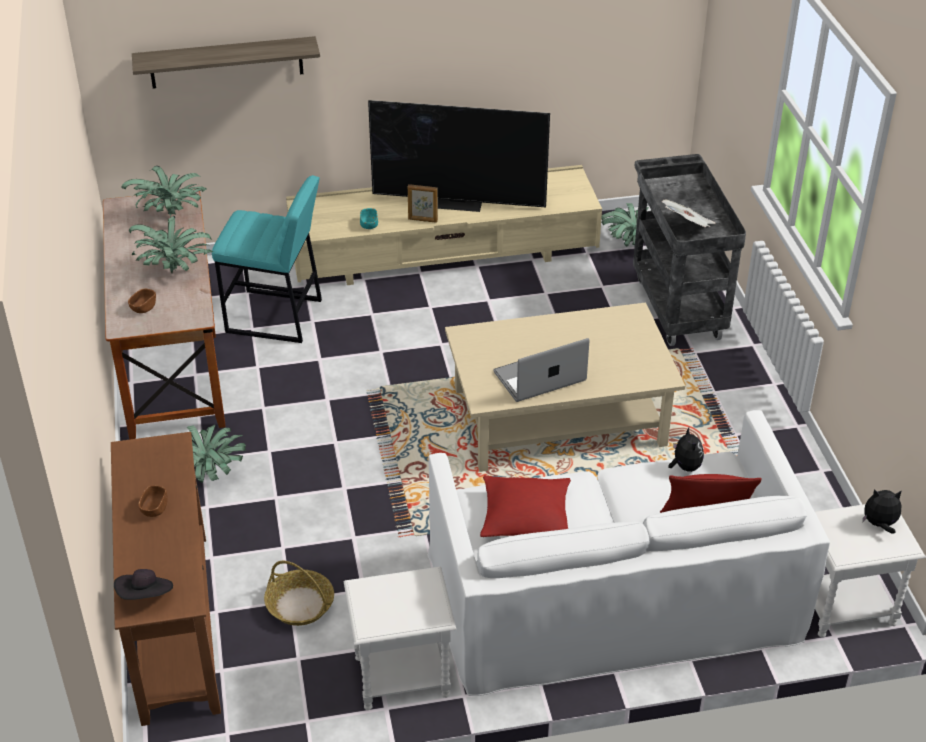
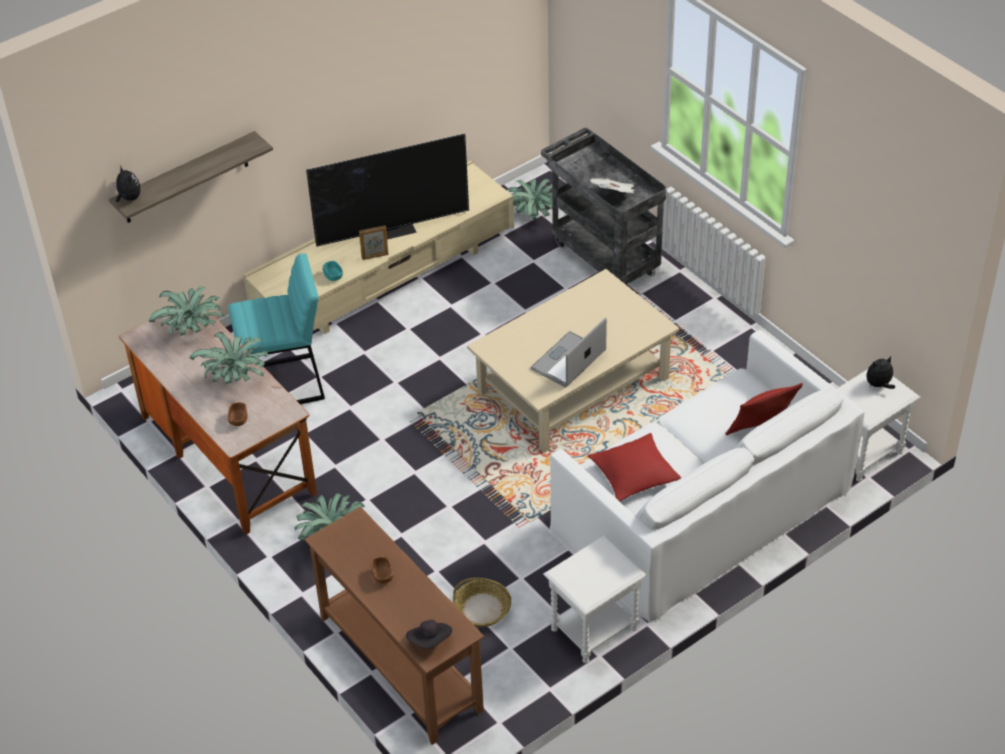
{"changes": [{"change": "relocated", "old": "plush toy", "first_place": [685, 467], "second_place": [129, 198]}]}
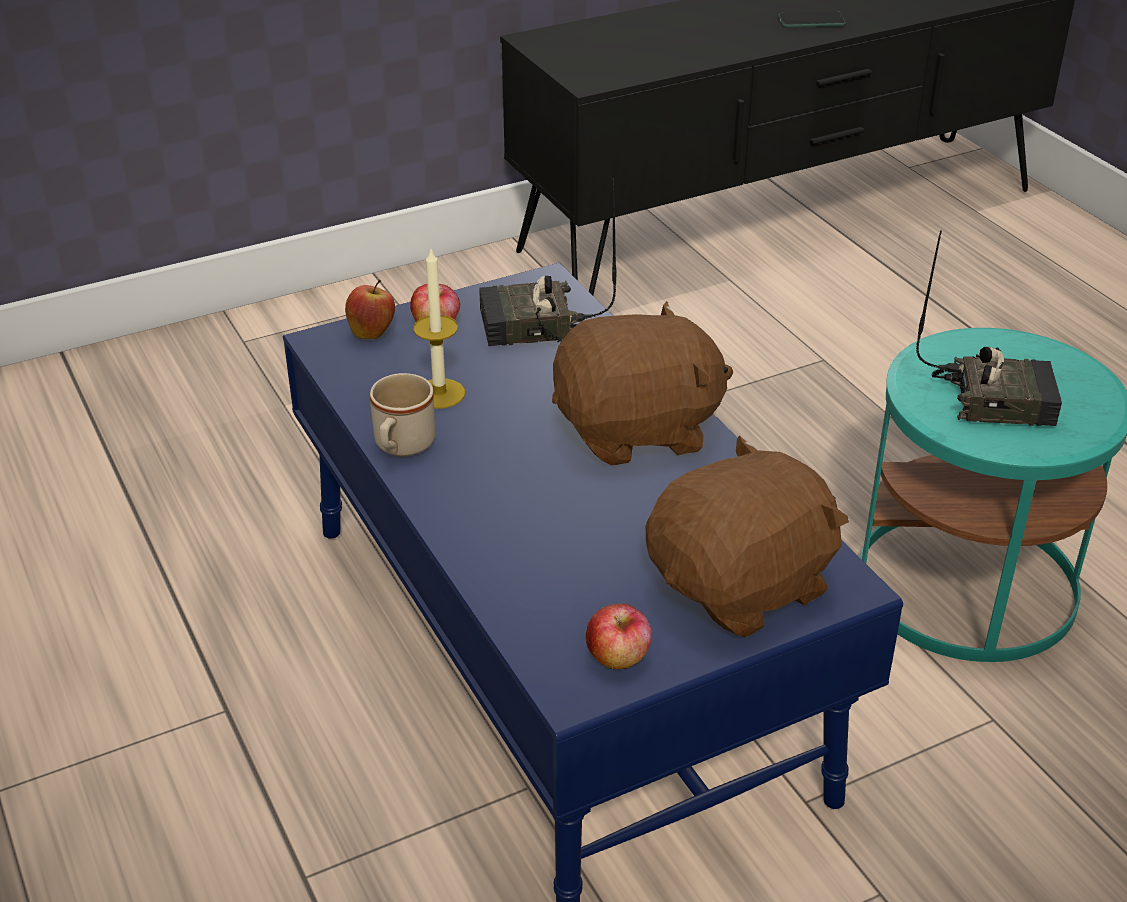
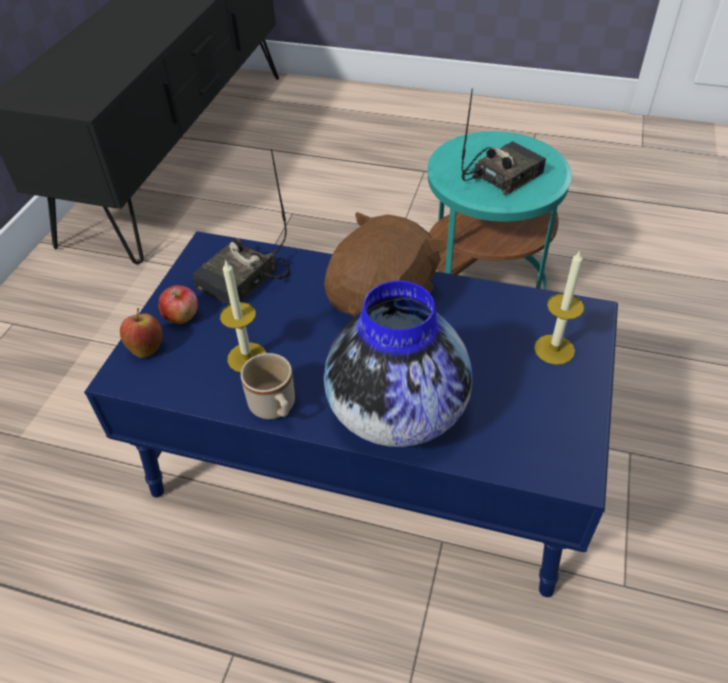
{"changes": [{"change": "missing", "old": "apple", "first_place": [618, 657]}, {"change": "exchanged", "old": "plush toy (brown)", "new": "candle", "first_place": [742, 587], "second_place": [554, 349]}, {"change": "missing", "old": "phone", "first_place": [811, 21]}, {"change": "appeared", "new": "vase", "second_place": [397, 410]}]}
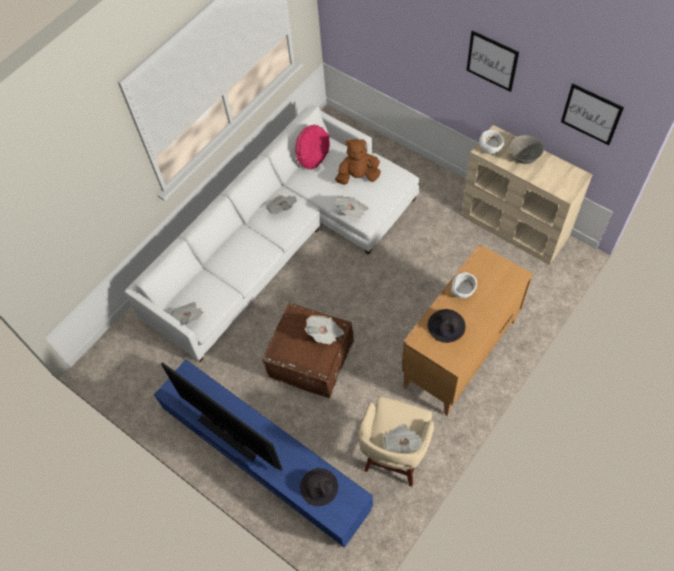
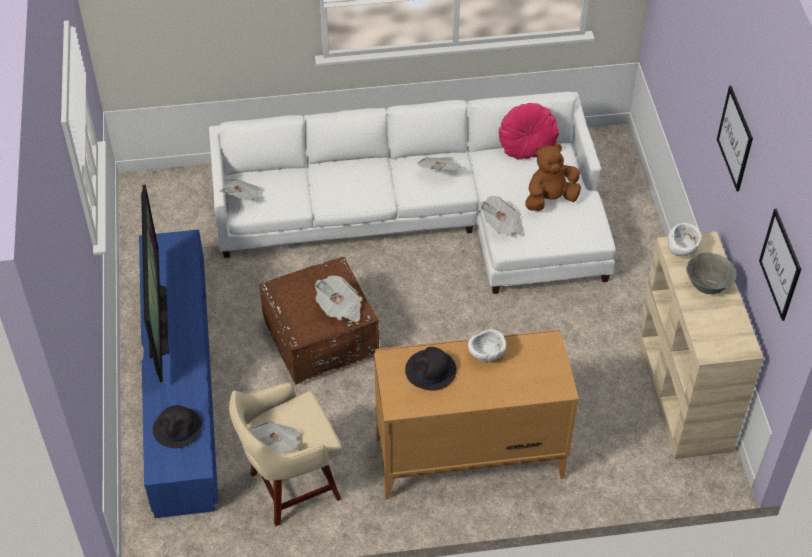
{"changes": [{"change": "spun", "old": "plush toy (brown)", "first_place": [358, 176], "second_place": [550, 199], "degrees": -60}]}
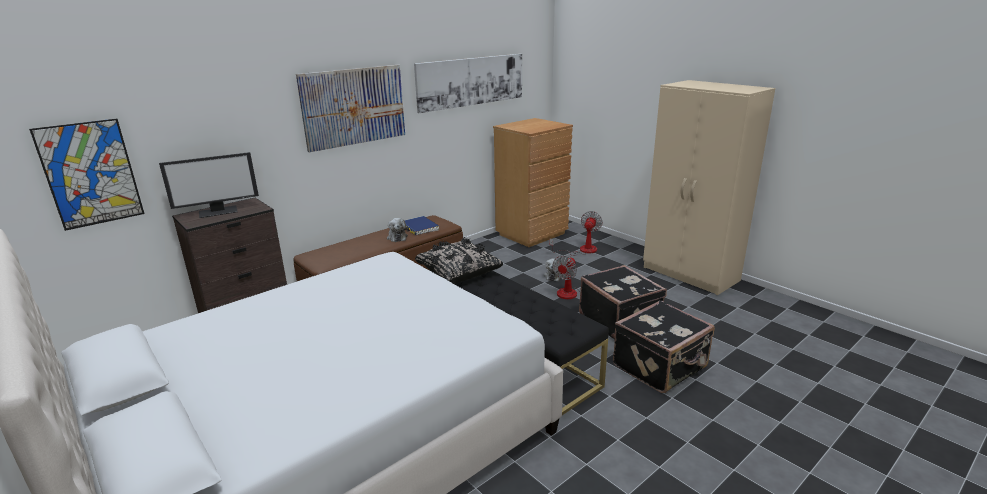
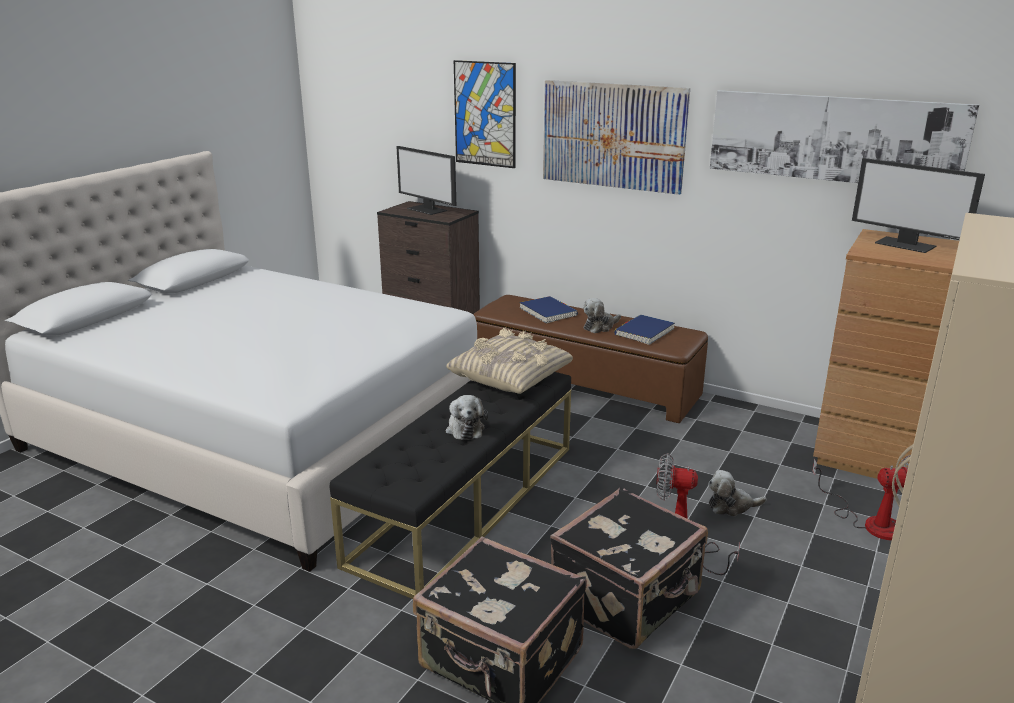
{"changes": [{"change": "relocated", "old": "picture", "first_place": [90, 174], "second_place": [485, 114]}, {"change": "colour", "old": "pillow (black)", "new": "pillow (beige)", "first_place": [459, 273], "second_place": [510, 380]}, {"change": "appeared", "new": "plush toy", "second_place": [464, 428]}, {"change": "appeared", "new": "book (blue)", "second_place": [548, 312]}, {"change": "appeared", "new": "monitor", "second_place": [906, 244]}]}
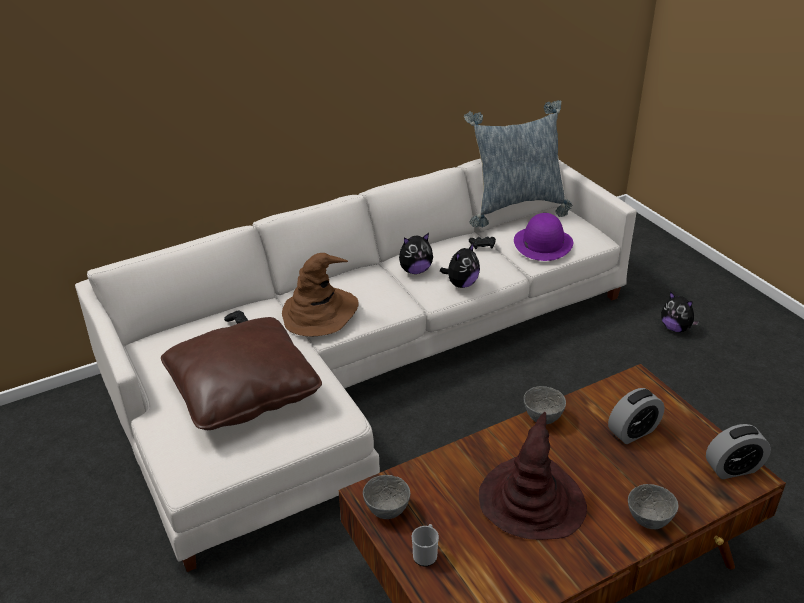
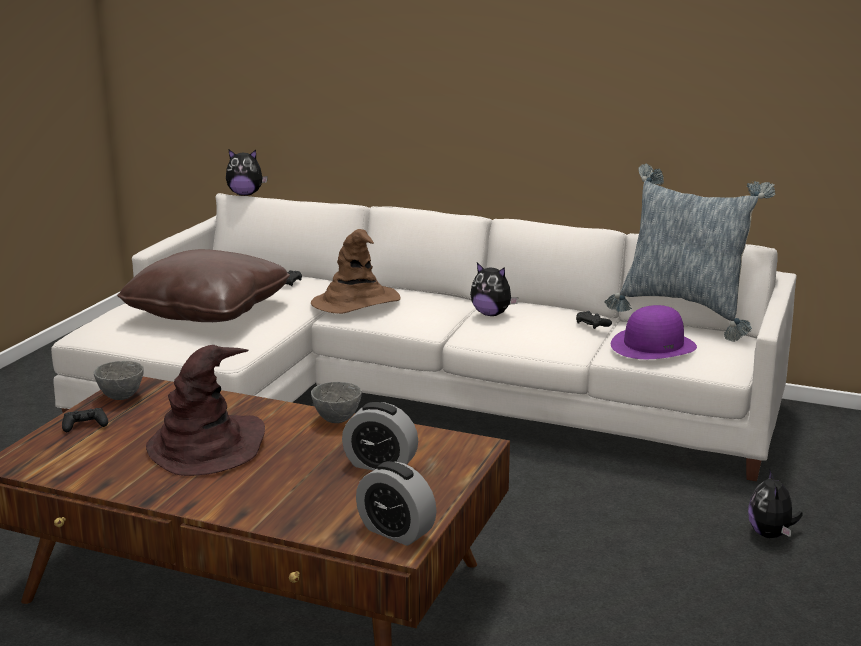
{"changes": [{"change": "exchanged", "old": "mug", "new": "game controller (black)", "first_place": [426, 554], "second_place": [85, 425]}, {"change": "relocated", "old": "plush toy", "first_place": [461, 284], "second_place": [245, 194]}, {"change": "missing", "old": "bowl (grey)", "first_place": [649, 521]}]}
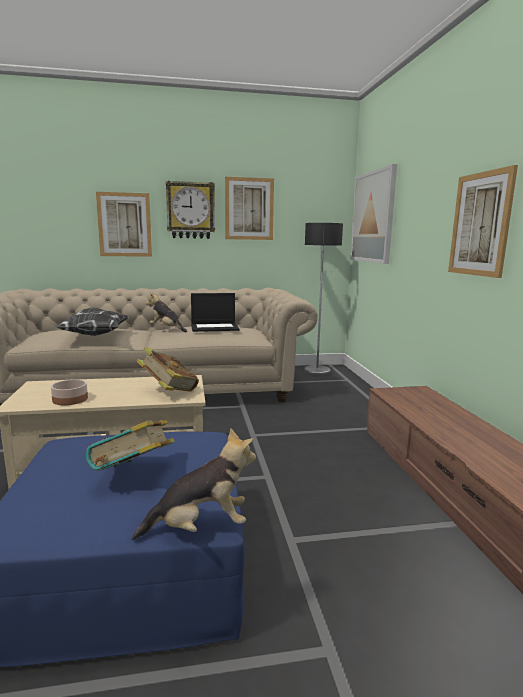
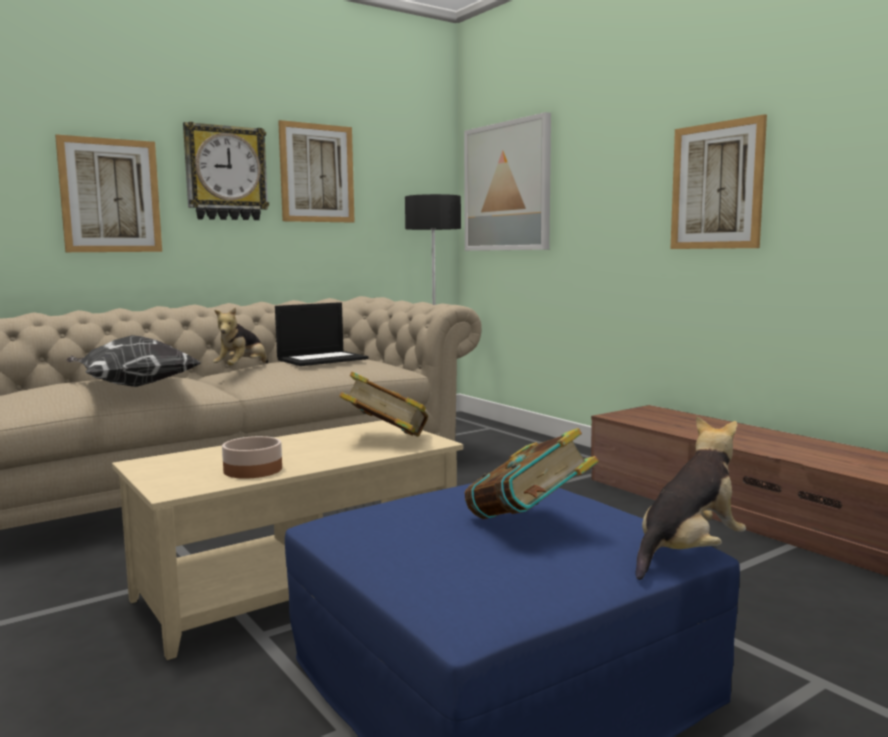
{"changes": [{"change": "spun", "old": "plush toy", "first_place": [166, 329], "second_place": [242, 369], "degrees": -75}]}
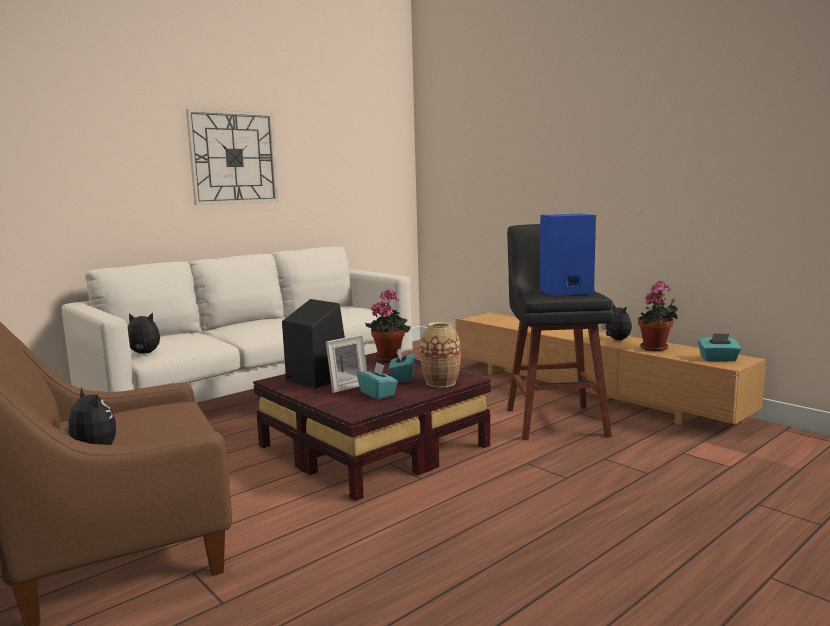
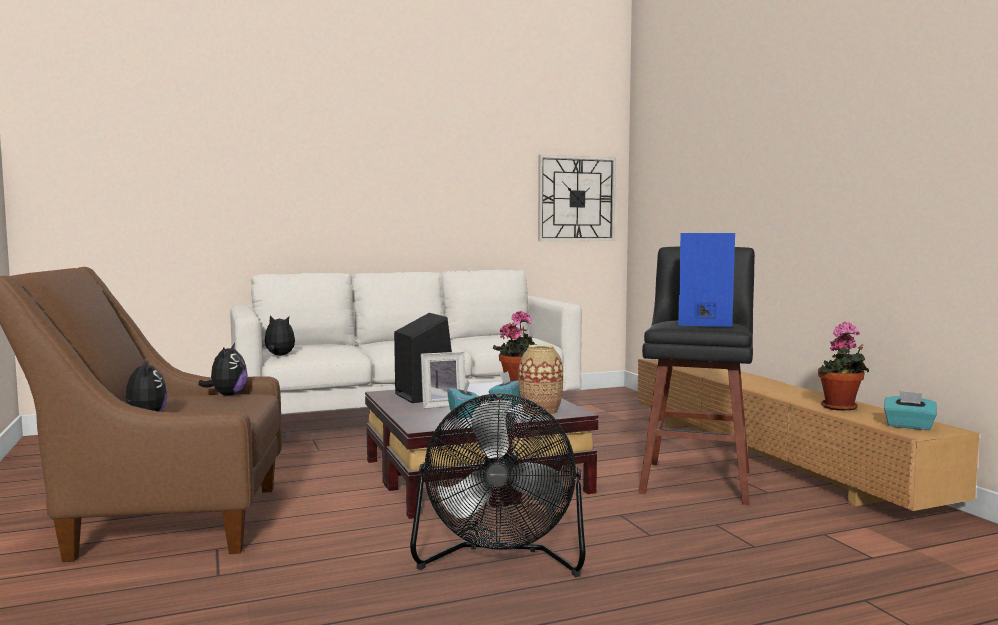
{"changes": [{"change": "relocated", "old": "wall clock", "first_place": [233, 158], "second_place": [576, 199]}, {"change": "relocated", "old": "plush toy", "first_place": [616, 340], "second_place": [227, 395]}, {"change": "appeared", "new": "fan (black)", "second_place": [495, 558]}]}
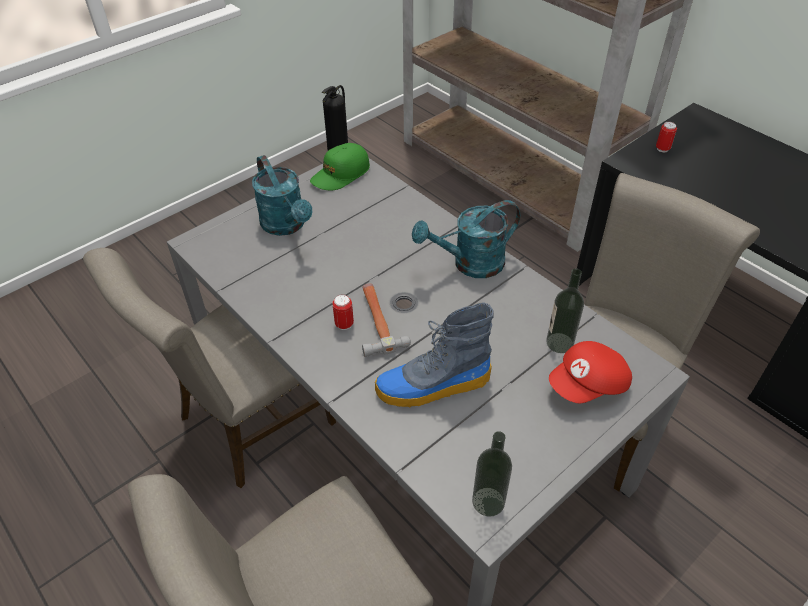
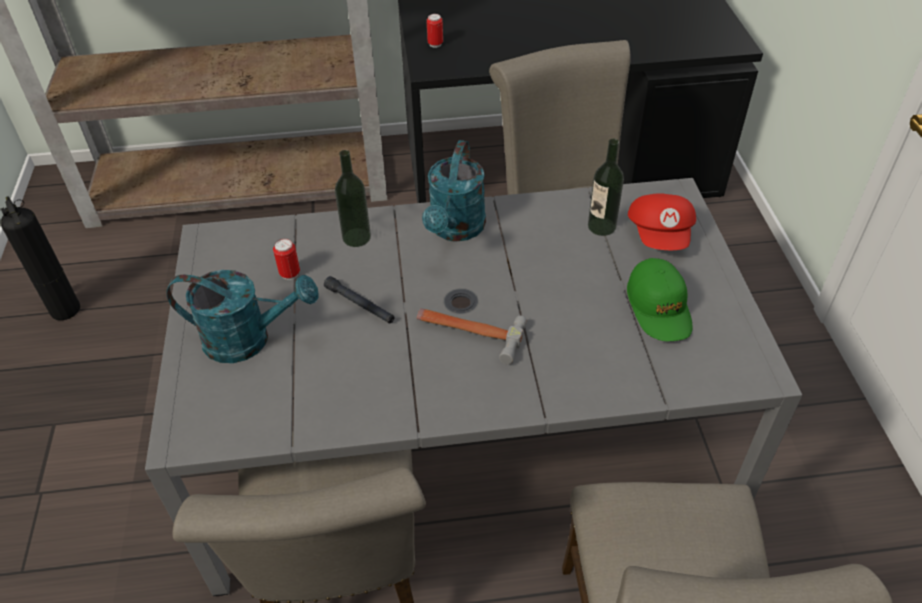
{"changes": [{"change": "relocated", "old": "cap (green)", "first_place": [340, 174], "second_place": [659, 307]}, {"change": "relocated", "old": "can", "first_place": [344, 324], "second_place": [290, 274]}, {"change": "missing", "old": "boot", "first_place": [432, 386]}, {"change": "relocated", "old": "bottle", "first_place": [488, 501], "second_place": [356, 237]}, {"change": "appeared", "new": "flashlight (black)", "second_place": [360, 304]}]}
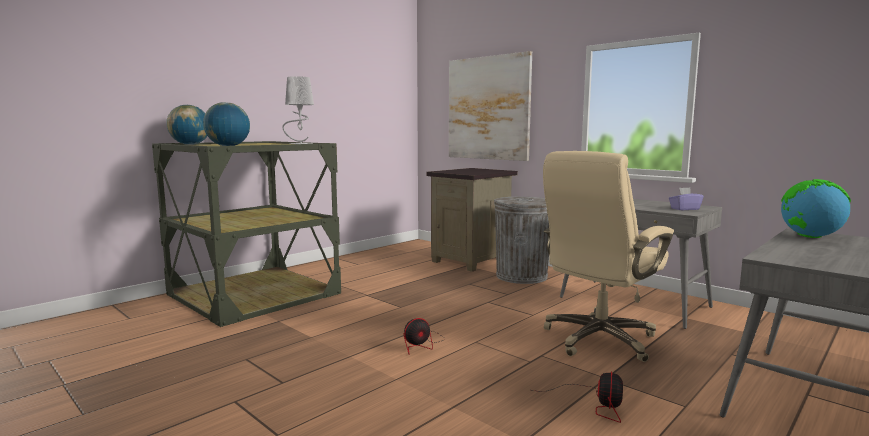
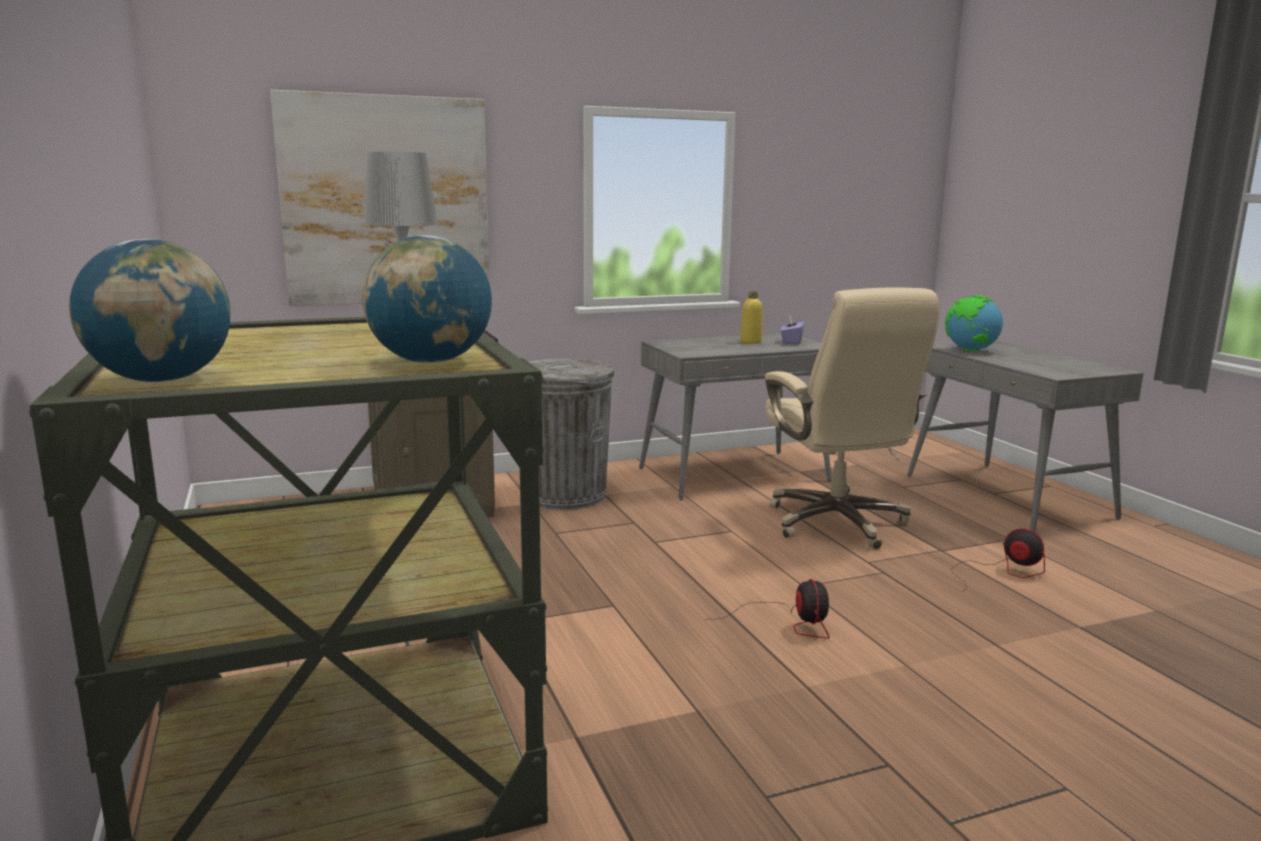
{"changes": [{"change": "appeared", "new": "bottle (yellow)", "second_place": [750, 342]}]}
